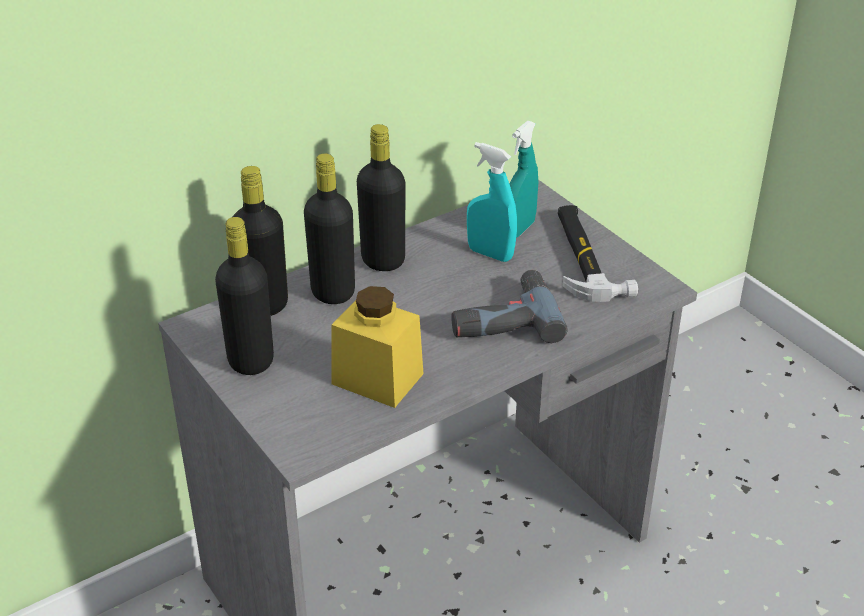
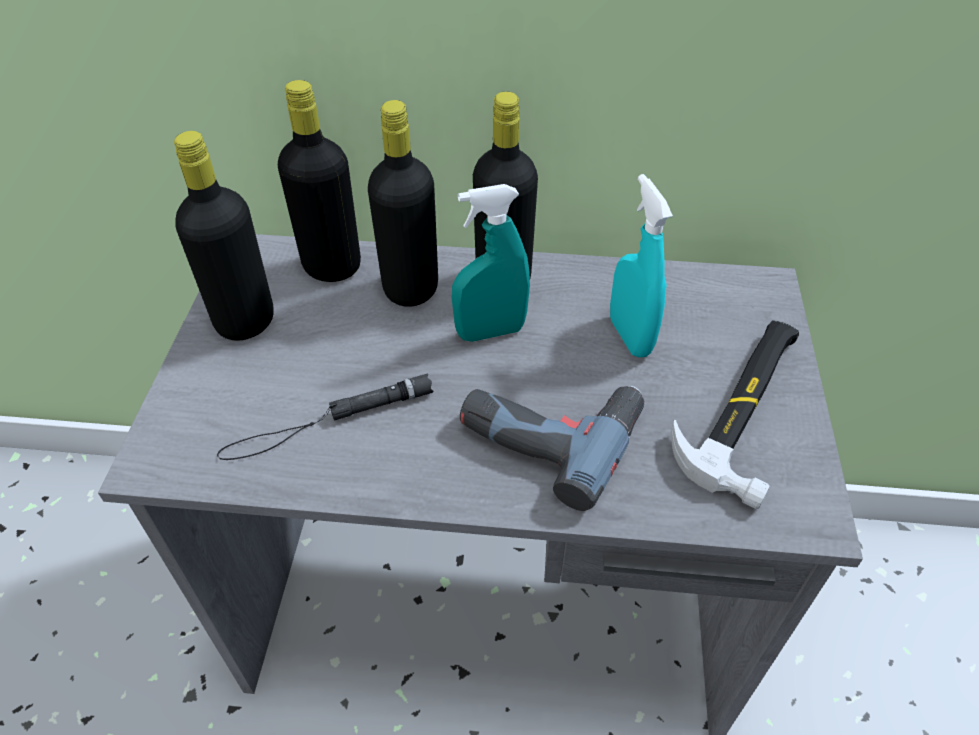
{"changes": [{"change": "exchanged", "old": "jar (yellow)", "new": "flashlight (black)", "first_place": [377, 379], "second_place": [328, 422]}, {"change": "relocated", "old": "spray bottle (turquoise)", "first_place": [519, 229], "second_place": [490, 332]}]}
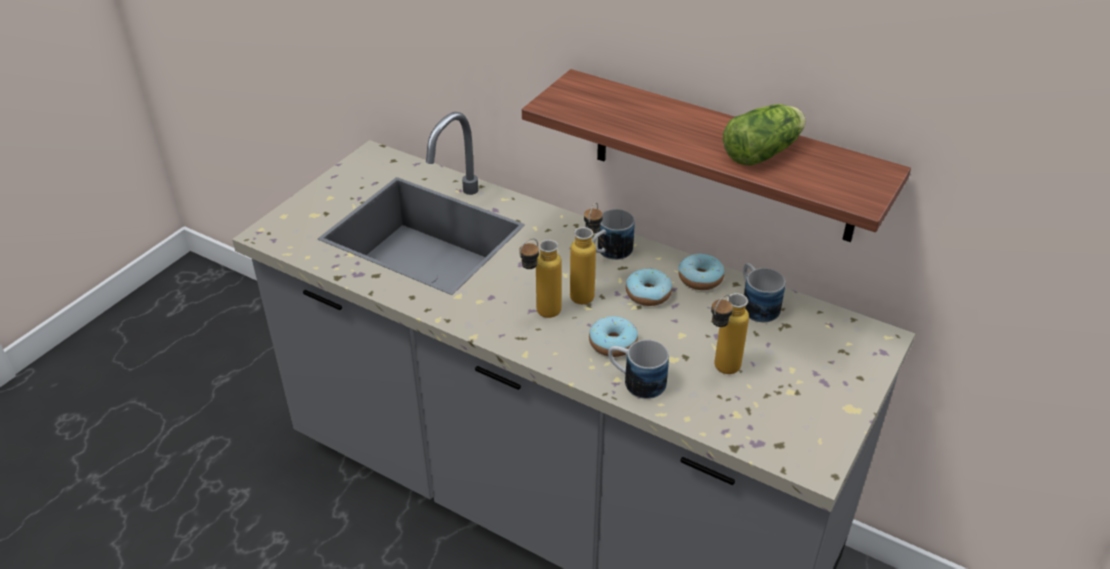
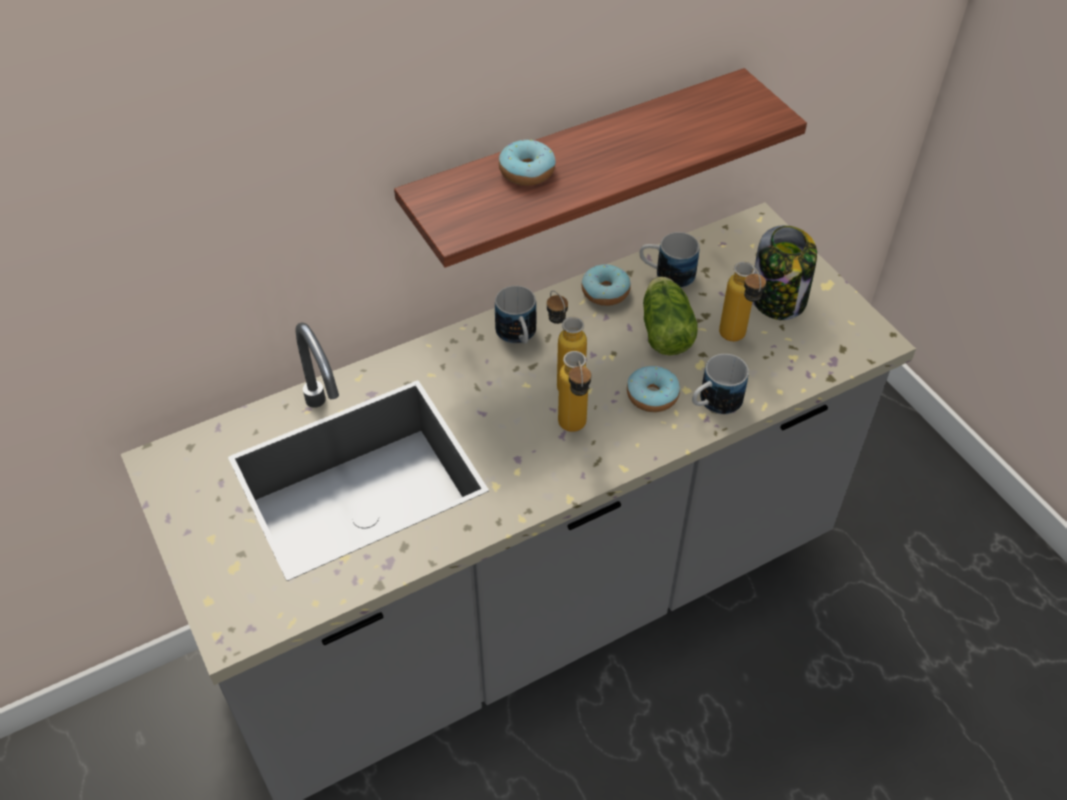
{"changes": [{"change": "relocated", "old": "donut", "first_place": [648, 294], "second_place": [527, 171]}, {"change": "relocated", "old": "lettuce", "first_place": [764, 152], "second_place": [665, 328]}, {"change": "appeared", "new": "jar", "second_place": [778, 299]}]}
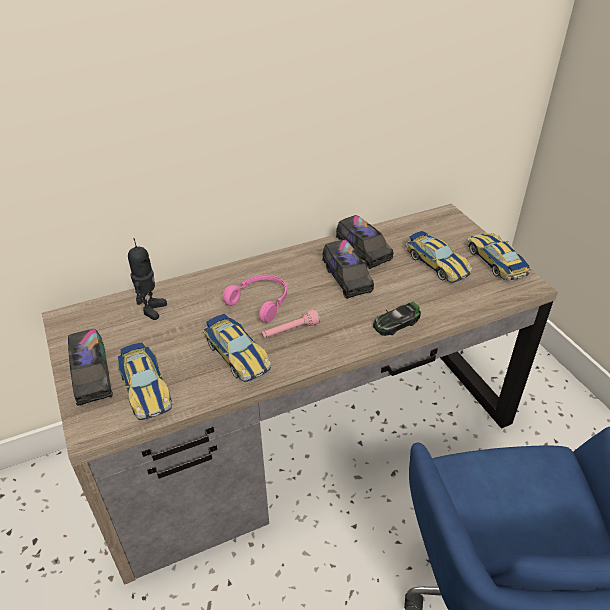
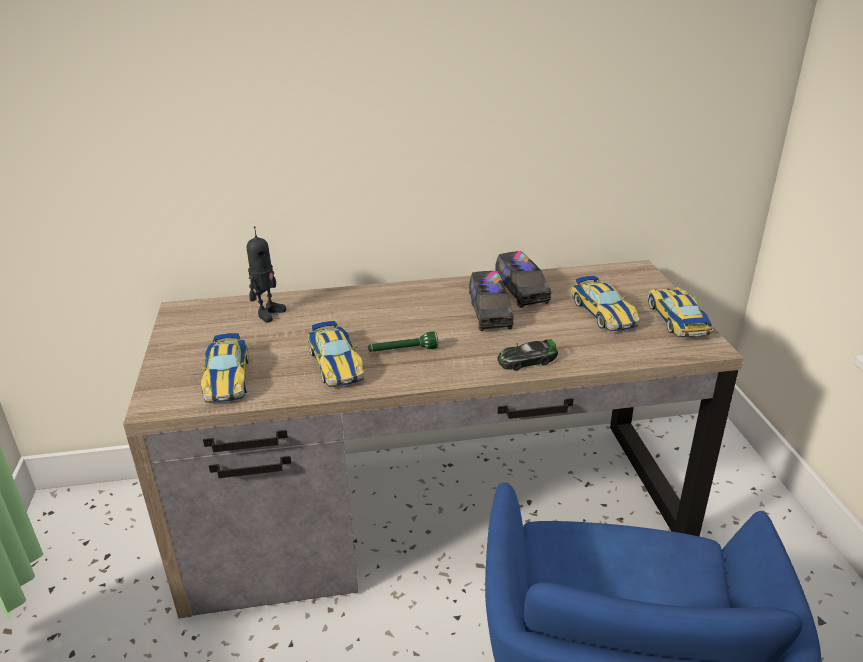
{"changes": [{"change": "missing", "old": "toy truck", "first_place": [92, 376]}, {"change": "missing", "old": "headphones (pink)", "first_place": [261, 302]}, {"change": "colour", "old": "flashlight (pink)", "new": "flashlight (green)", "first_place": [290, 331], "second_place": [403, 351]}]}
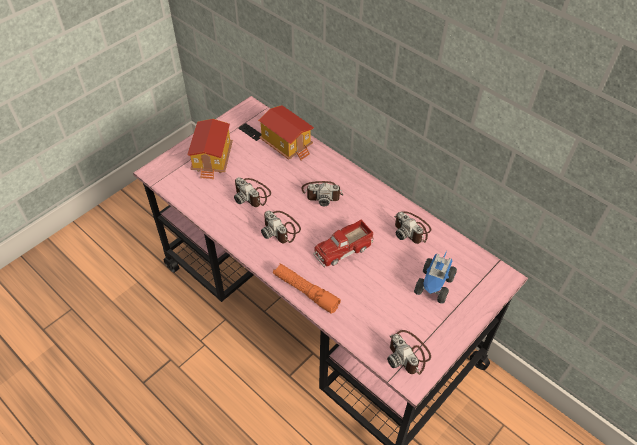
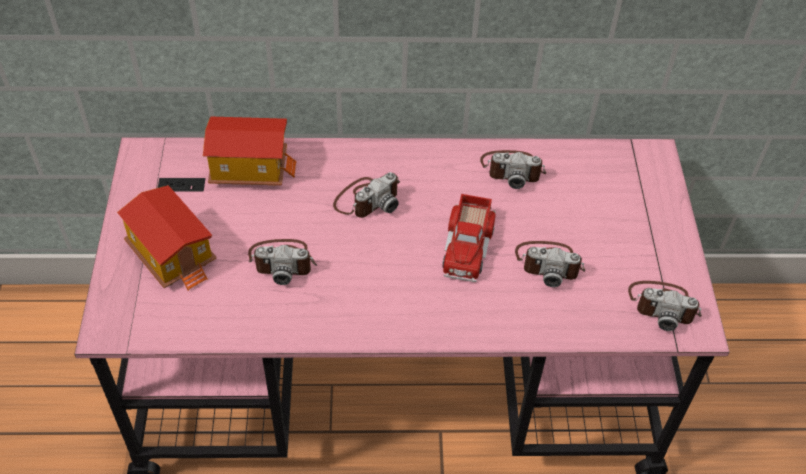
{"changes": [{"change": "relocated", "old": "photo camera", "first_place": [281, 228], "second_place": [549, 263]}, {"change": "missing", "old": "flashlight (orange)", "first_place": [305, 291]}, {"change": "missing", "old": "toy truck", "first_place": [434, 285]}]}
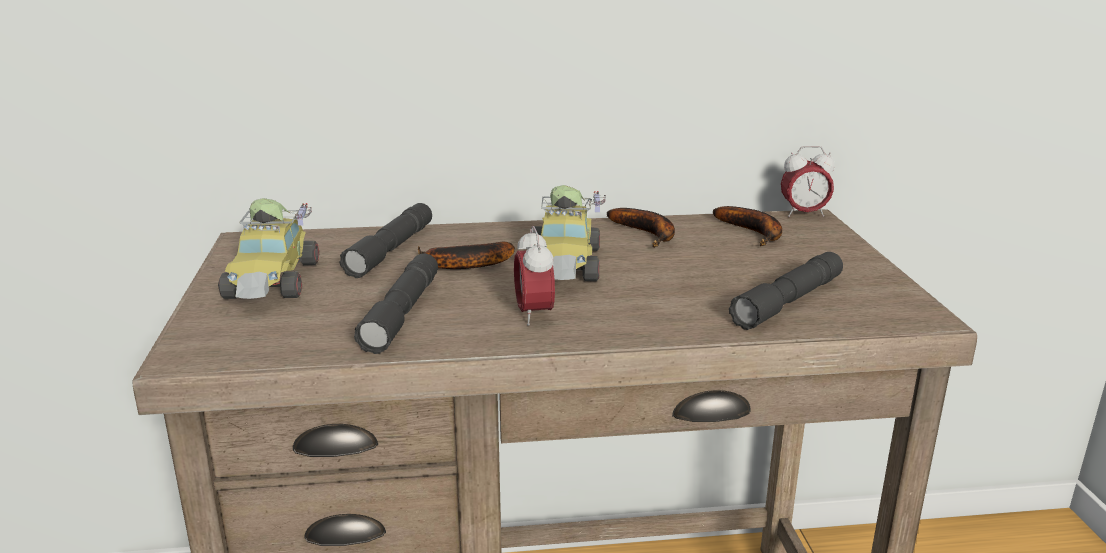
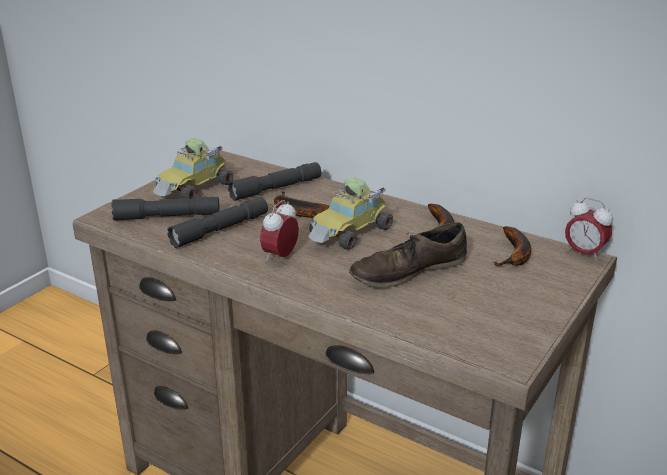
{"changes": [{"change": "relocated", "old": "flashlight (grey)", "first_place": [788, 302], "second_place": [167, 217]}, {"change": "appeared", "new": "shoe (brown)", "second_place": [408, 270]}]}
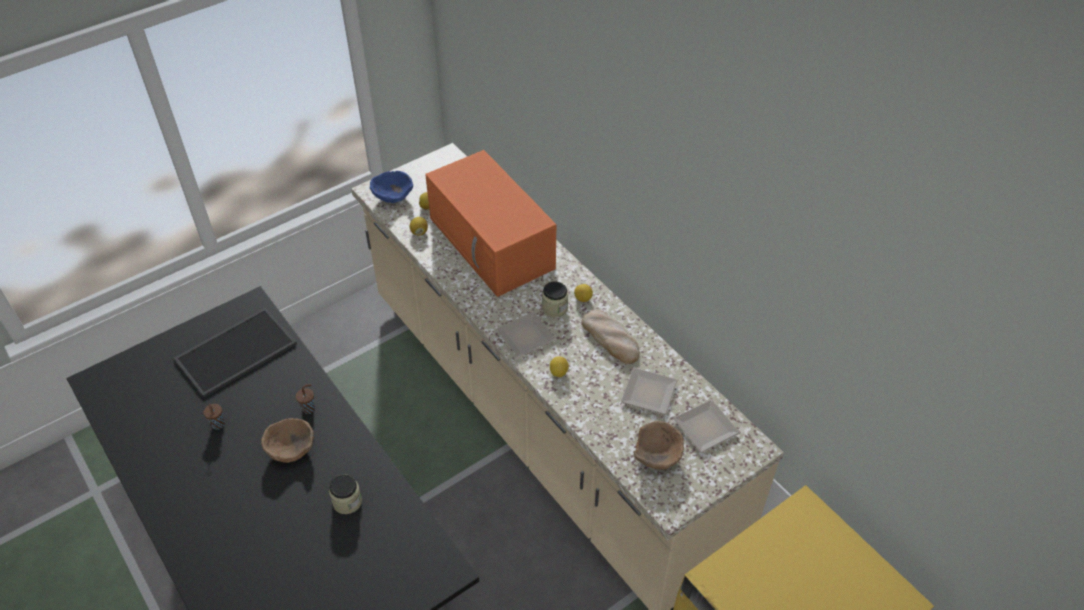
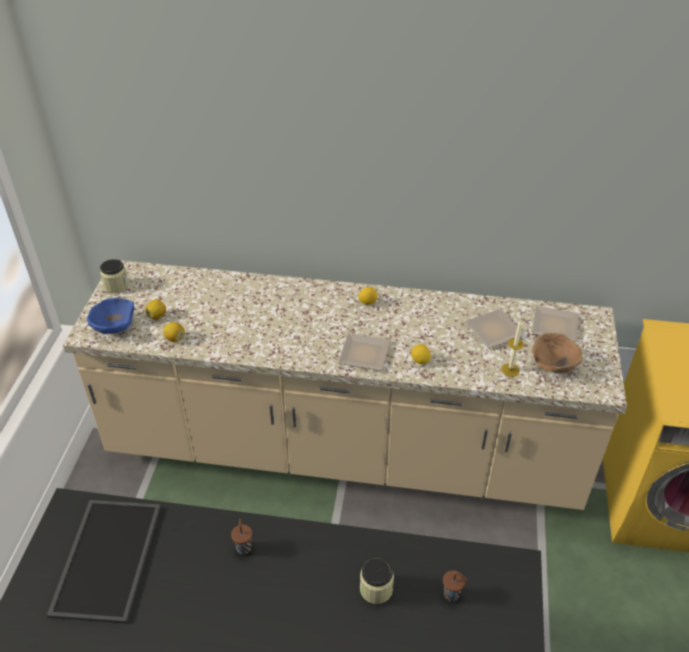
{"changes": [{"change": "relocated", "old": "cup (brown)", "first_place": [218, 425], "second_place": [452, 595]}, {"change": "missing", "old": "bowl (brown)", "first_place": [292, 449]}, {"change": "missing", "old": "microwave (orange)", "first_place": [493, 244]}, {"change": "relocated", "old": "jar", "first_place": [554, 308], "second_place": [116, 285]}, {"change": "missing", "old": "bread", "first_place": [611, 339]}, {"change": "appeared", "new": "candle", "second_place": [510, 370]}]}
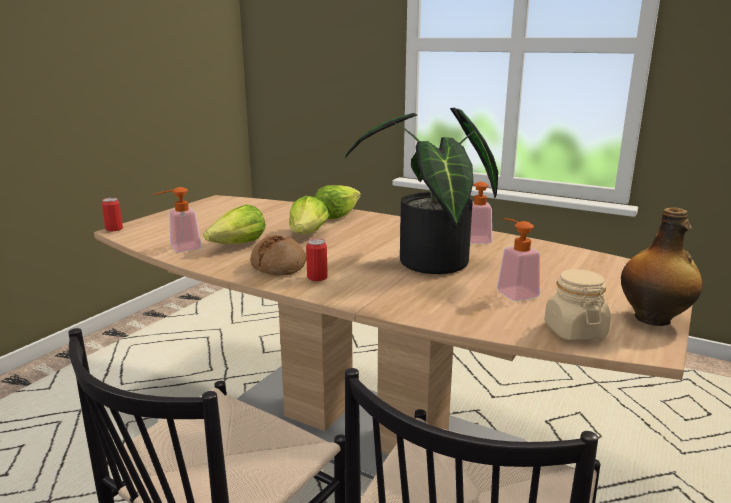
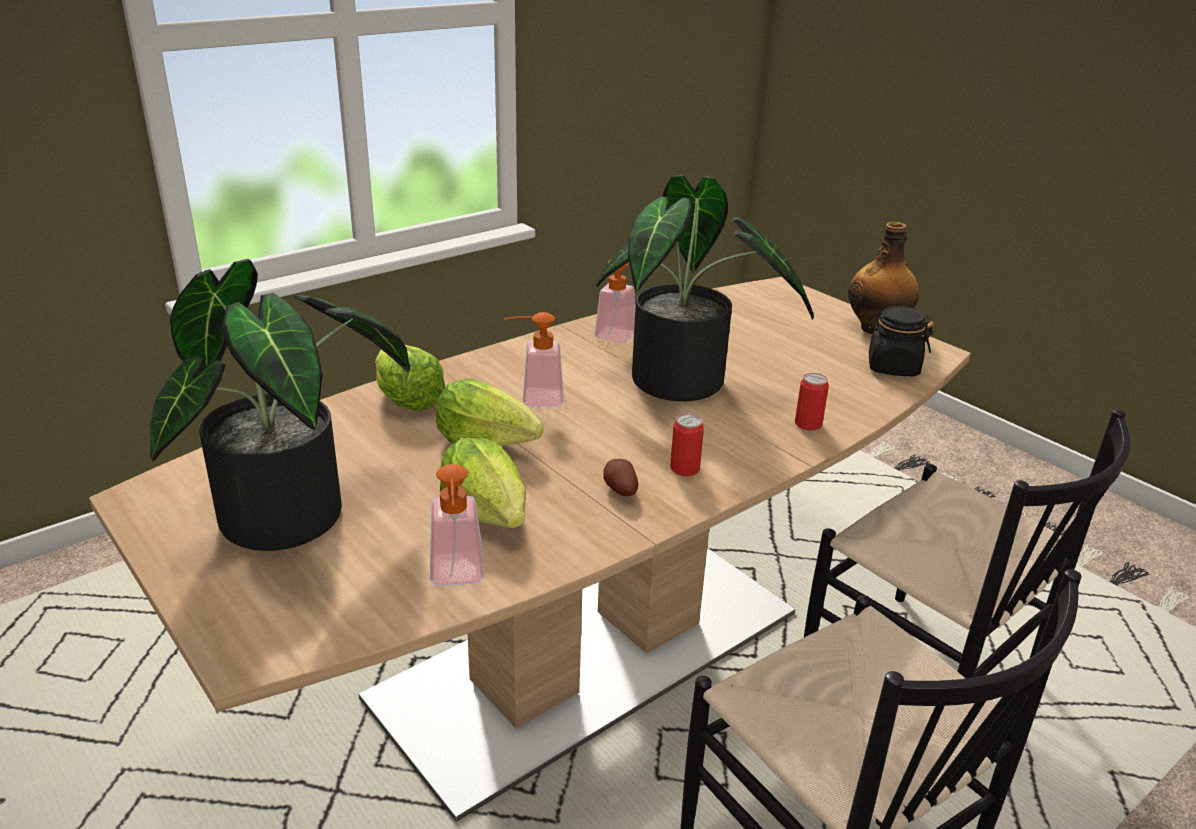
{"changes": [{"change": "relocated", "old": "can", "first_place": [114, 229], "second_place": [808, 424]}, {"change": "exchanged", "old": "bread", "new": "potato", "first_place": [279, 266], "second_place": [619, 490]}, {"change": "relocated", "old": "soap dispenser", "first_place": [513, 291], "second_place": [534, 398]}, {"change": "colour", "old": "jar (beige)", "new": "jar (black)", "first_place": [574, 330], "second_place": [892, 367]}, {"change": "appeared", "new": "potted plant", "second_place": [298, 516]}]}
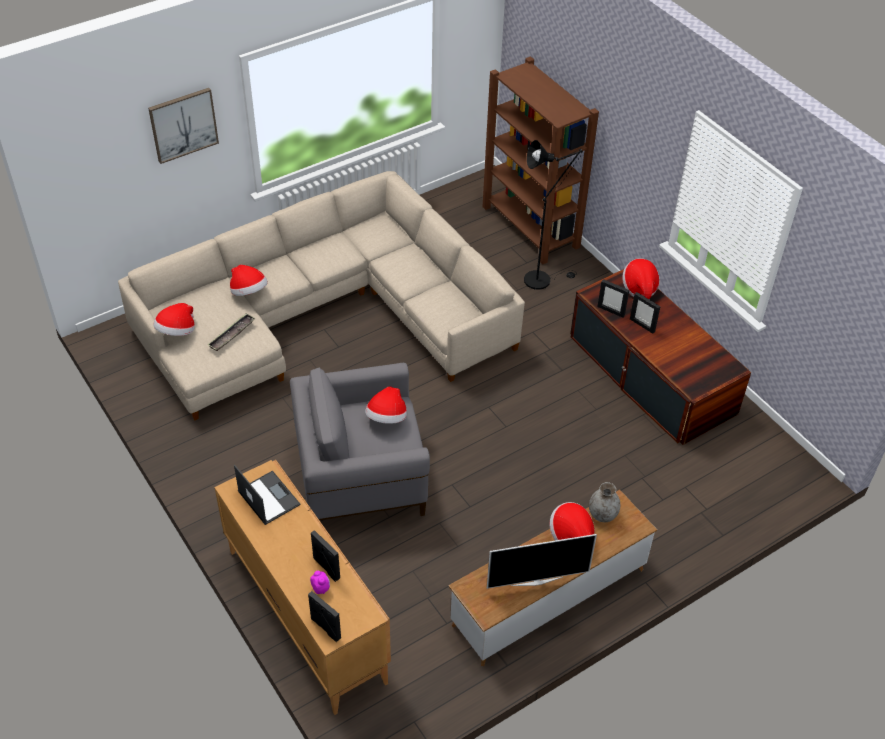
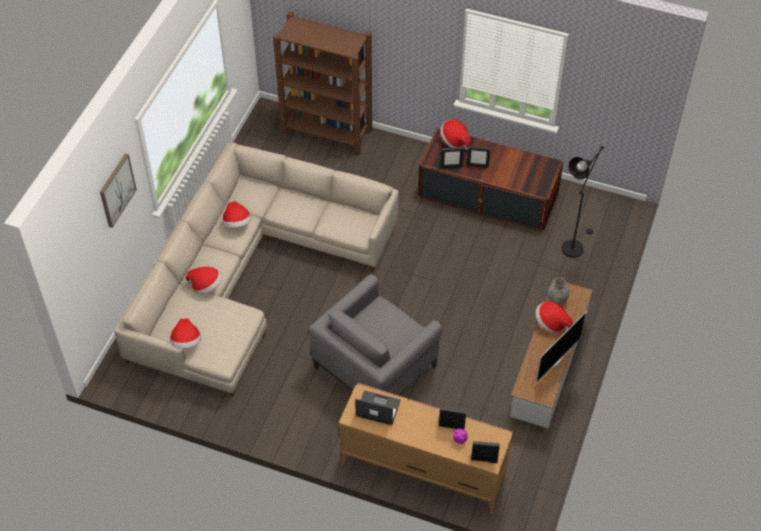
{"changes": [{"change": "missing", "old": "tray", "first_place": [232, 334]}, {"change": "relocated", "old": "hat", "first_place": [387, 418], "second_place": [237, 223]}, {"change": "relocated", "old": "floor lamp (black)", "first_place": [542, 279], "second_place": [574, 245]}]}
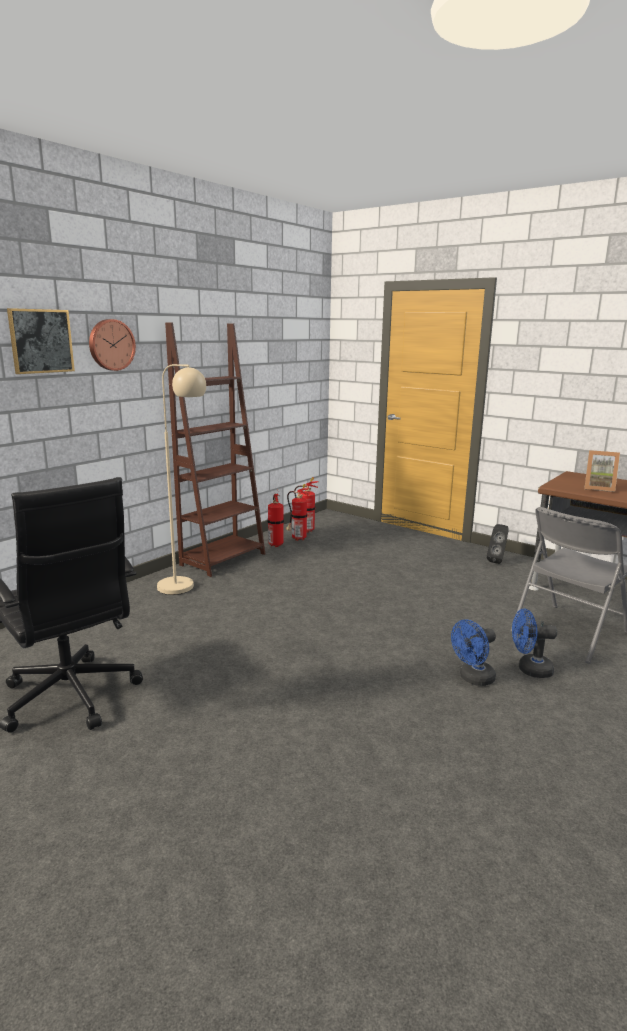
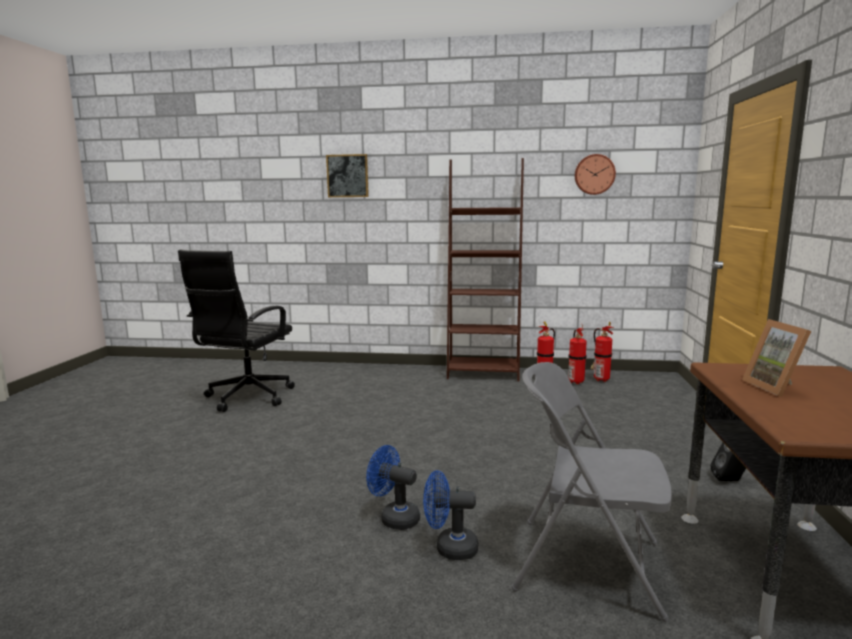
{"changes": [{"change": "relocated", "old": "wall clock", "first_place": [111, 345], "second_place": [594, 174]}, {"change": "missing", "old": "floor lamp (beige)", "first_place": [185, 589]}, {"change": "spun", "old": "fan (blue)", "first_place": [529, 669], "second_place": [449, 548], "degrees": -60}]}
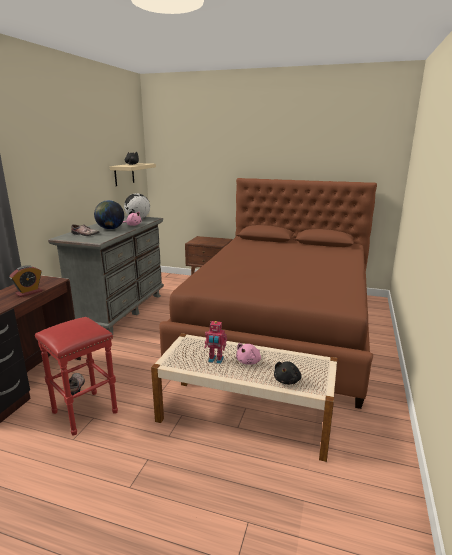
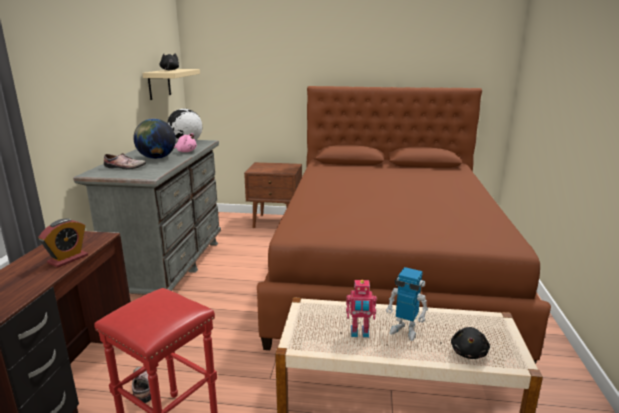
{"changes": [{"change": "exchanged", "old": "plush toy (pink)", "new": "toy robot", "first_place": [249, 361], "second_place": [404, 330]}]}
